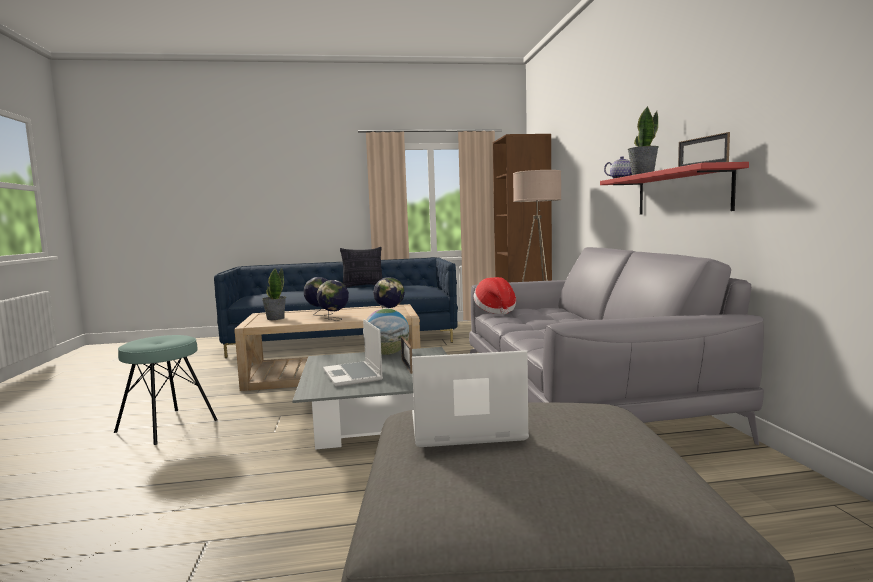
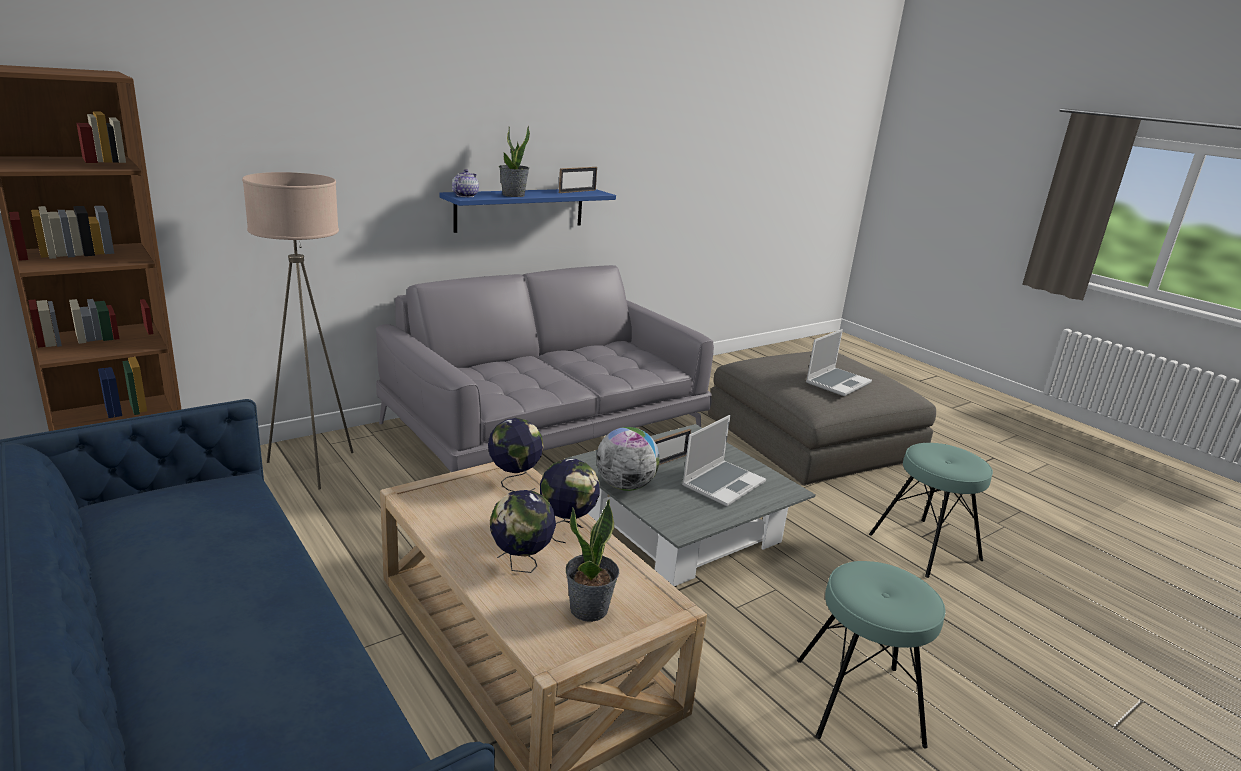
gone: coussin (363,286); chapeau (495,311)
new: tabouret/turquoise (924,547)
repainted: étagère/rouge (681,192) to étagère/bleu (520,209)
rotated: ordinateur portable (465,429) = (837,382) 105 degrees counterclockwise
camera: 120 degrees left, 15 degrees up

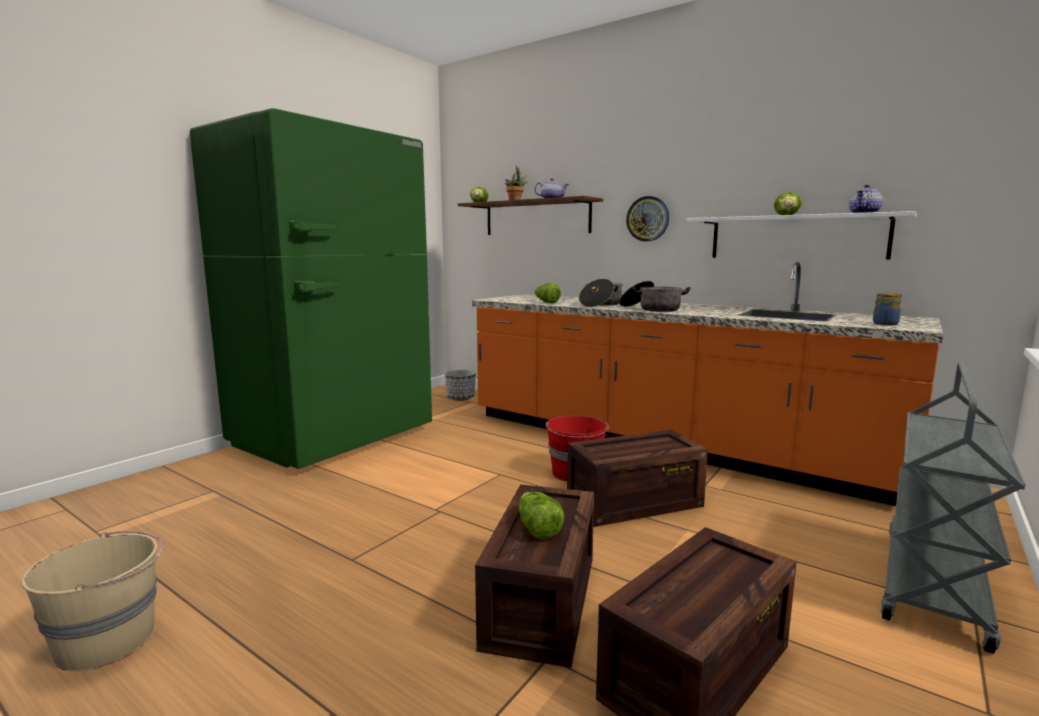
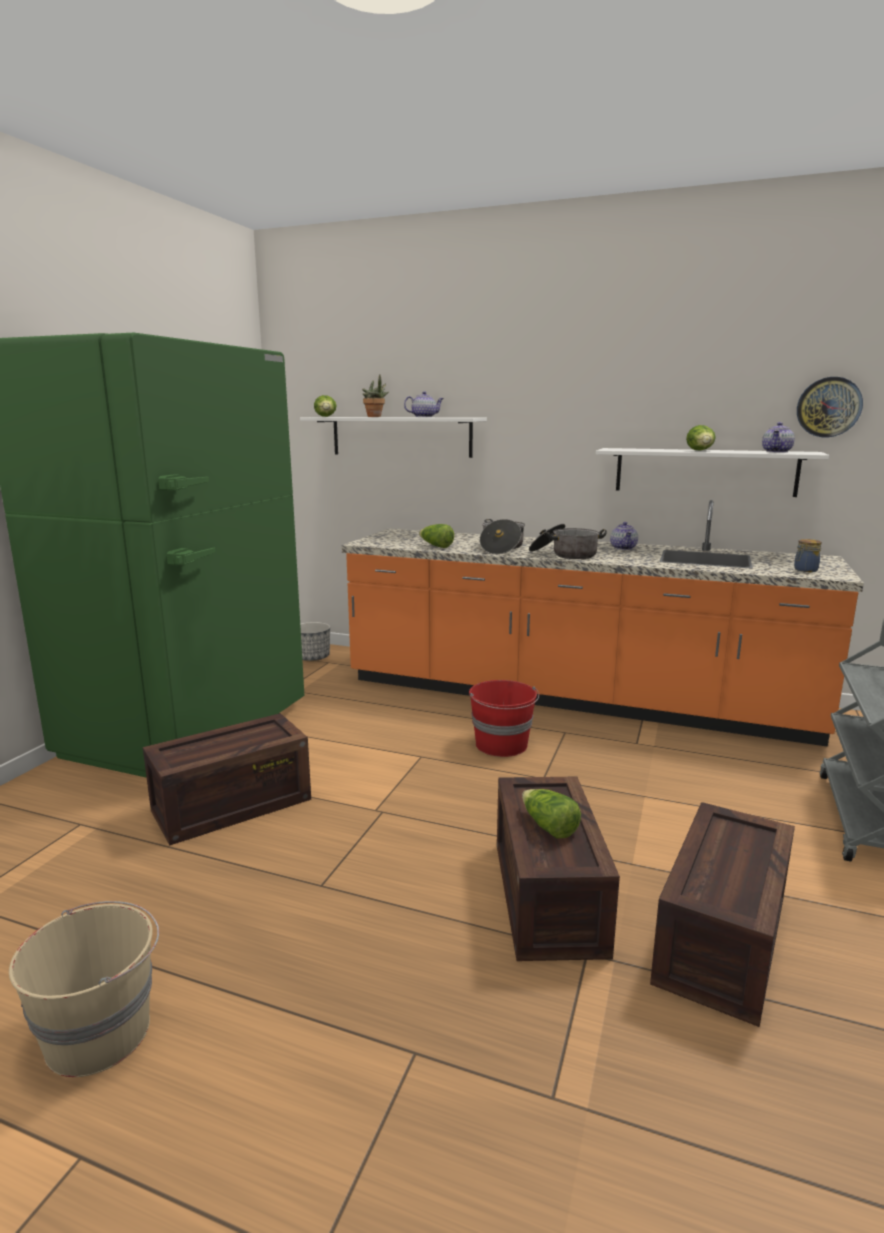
new: théière (623,548)
shifted: caisse (633,504) to (230,807); horloge murale (648,219) to (828,407)
repainted: étagère/marron (536,218) to étagère/blanc (401,436)
camera: 15 degrees left, 5 degrees up

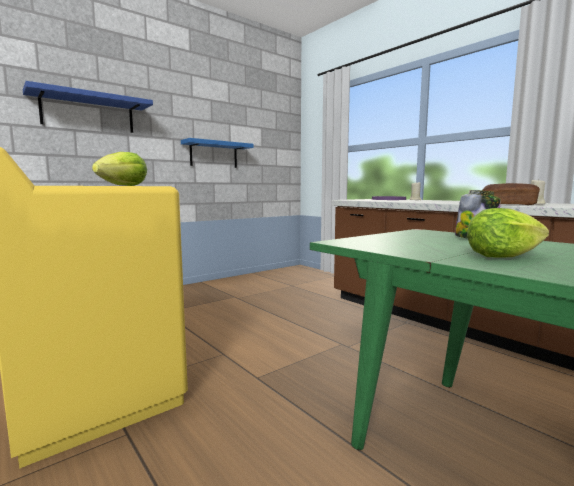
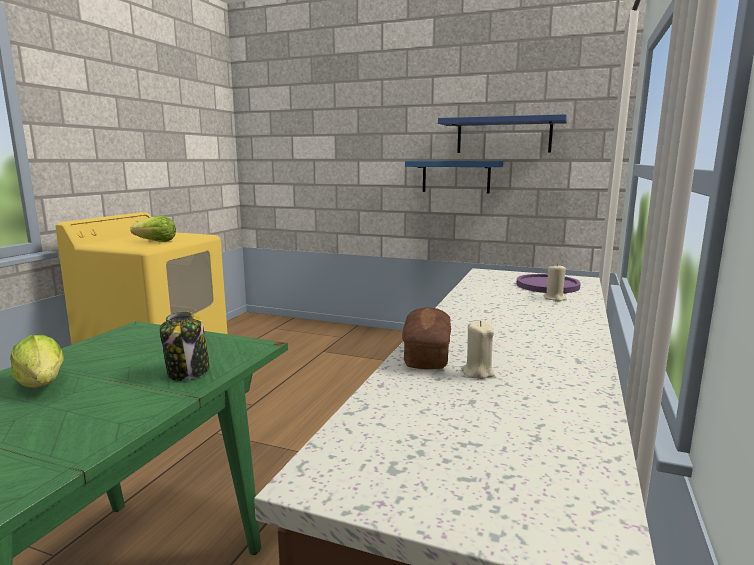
shifted: étagère/bleu (88,113) to (503,136)
camera: 60 degrees right, 5 degrees up

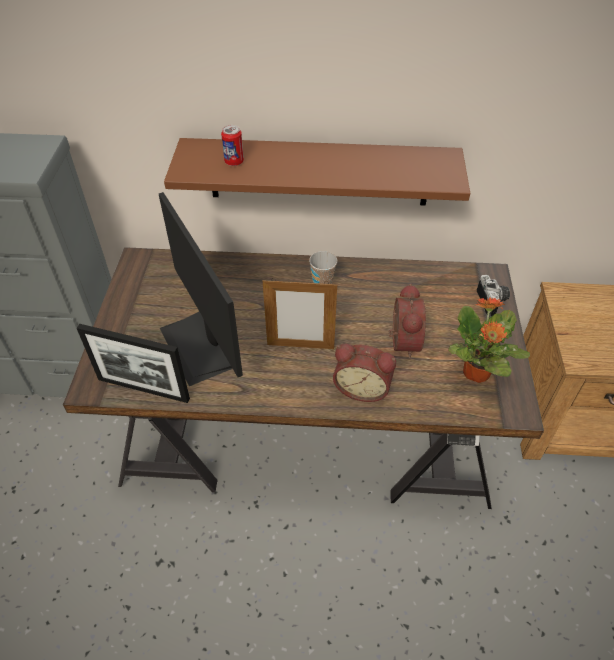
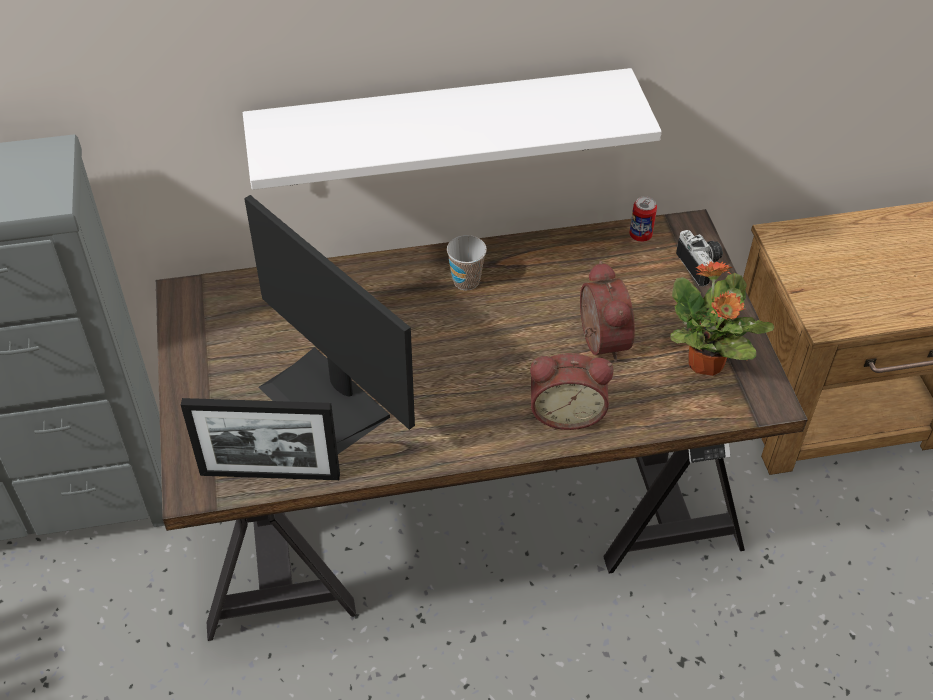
gone: cadre photo (300,346)
shifted: boîte métallique (234,162) to (640,235)
repainted: étagère/marron (319,172) to étagère/blanc (441,128)
camera: 15 degrees left, 0 degrees up

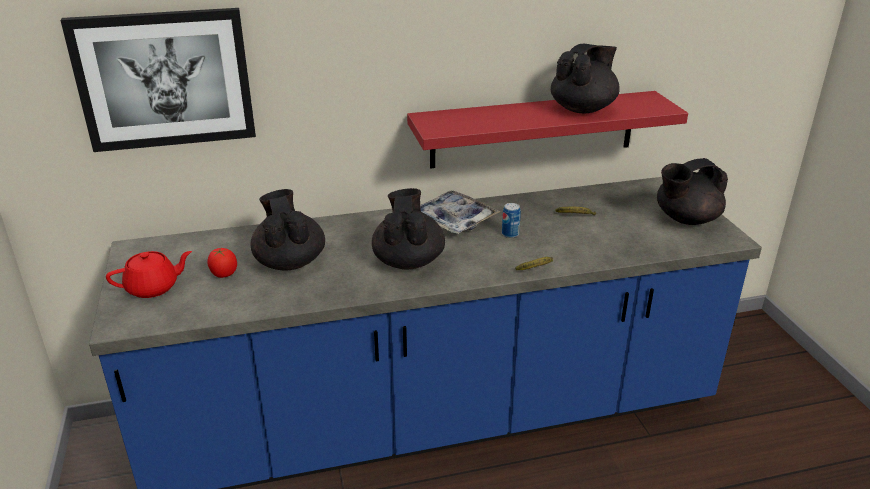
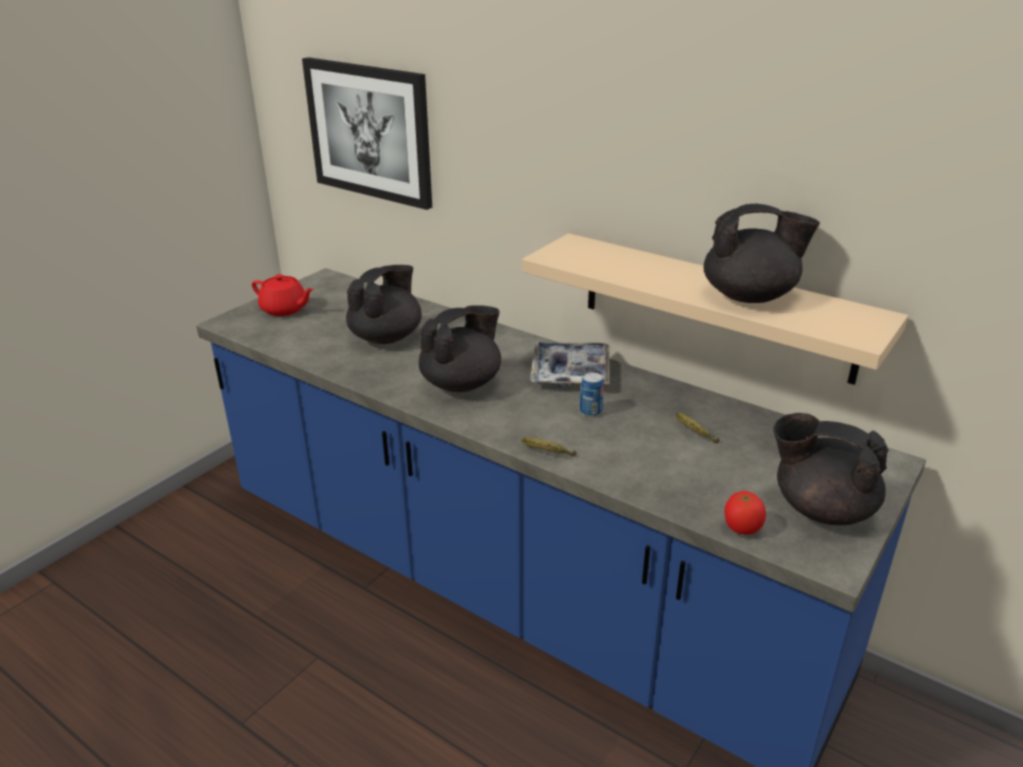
shifted: tomate (223,274) to (741,528)
repainted: étagère/rouge (533,129) to étagère/beige (715,306)
camera: 50 degrees right, 0 degrees up

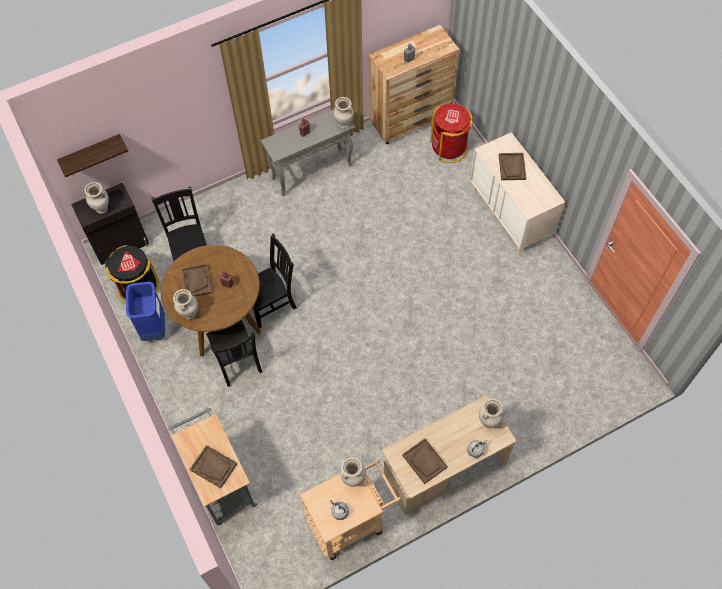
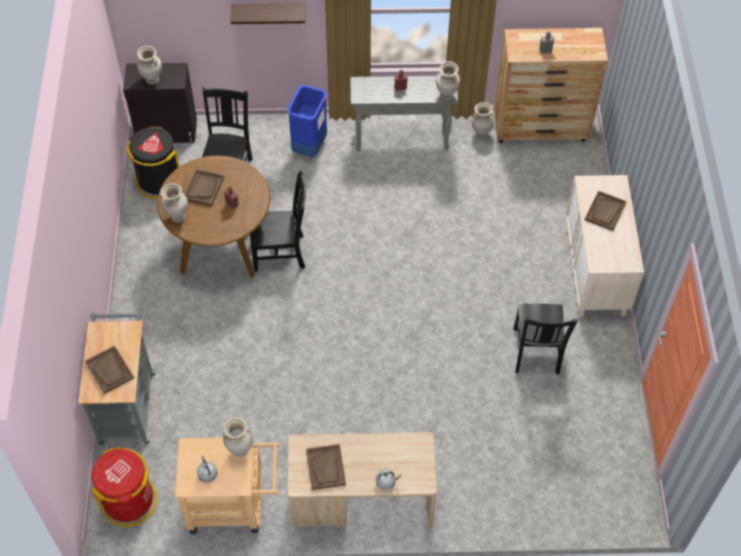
shifted: étagère (91,153) to (269,12); poubelle/bleu (154,328) to (310,147); chaise/noir (237,363) to (536,352); poubelle/rouge (449,147) to (129,501); vase/beige (488,422) to (481,134)
camera: 25 degrees right, 5 degrees down

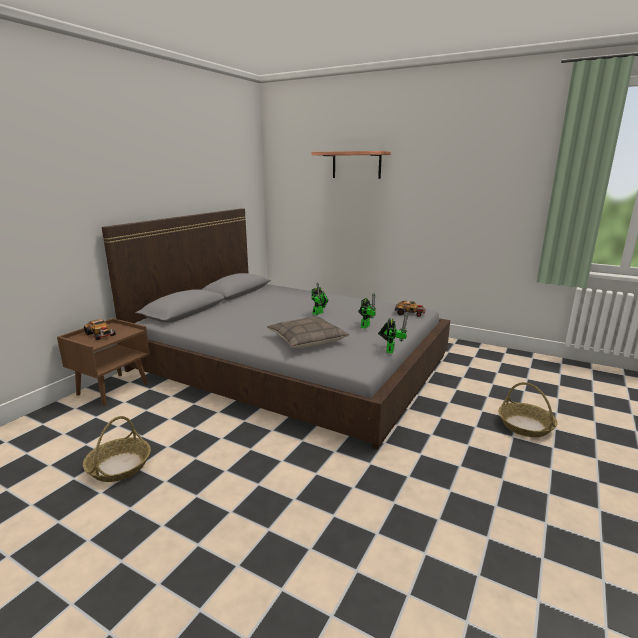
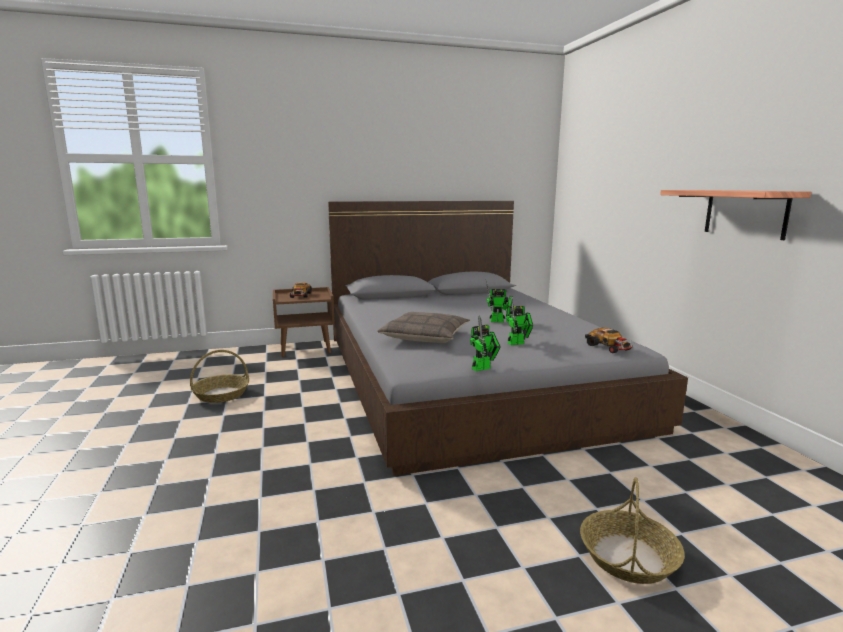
shifted: étagère (356,165) to (745,213)
camera: 45 degrees right, 5 degrees down

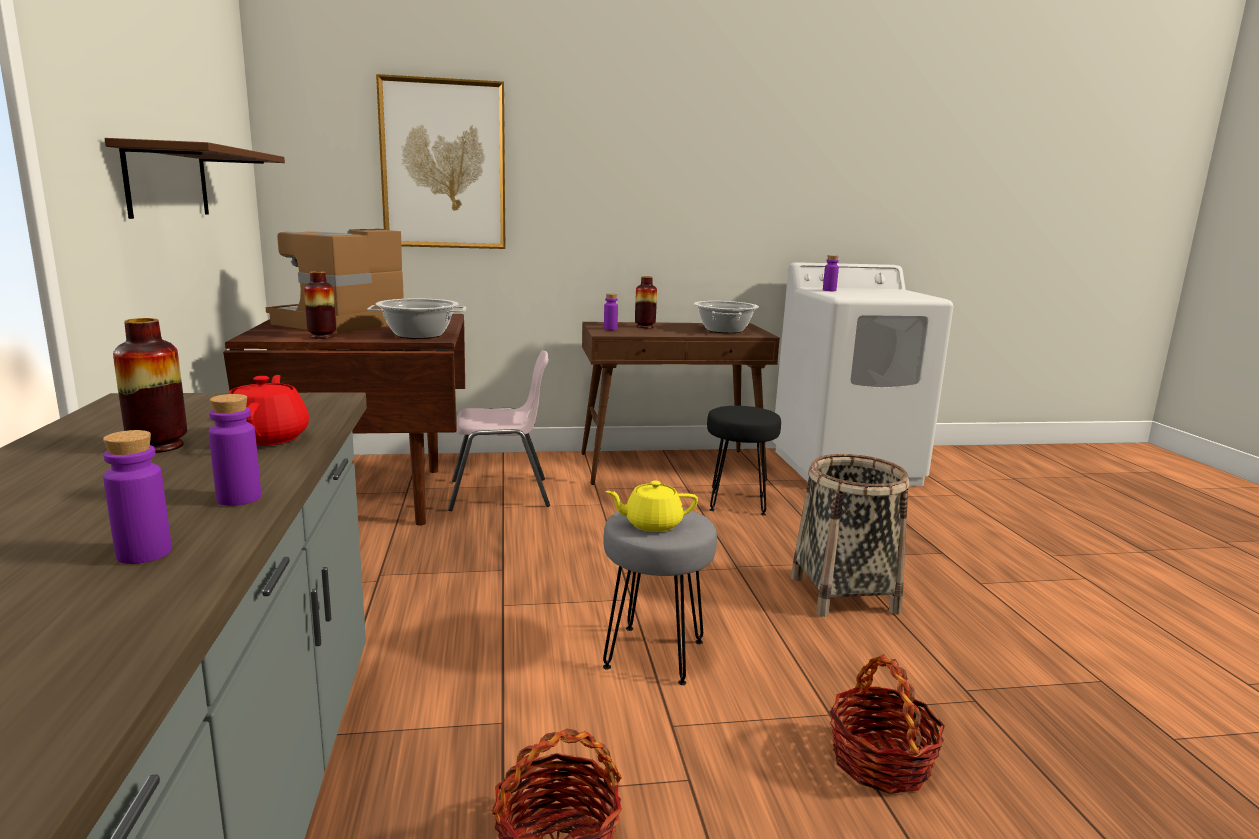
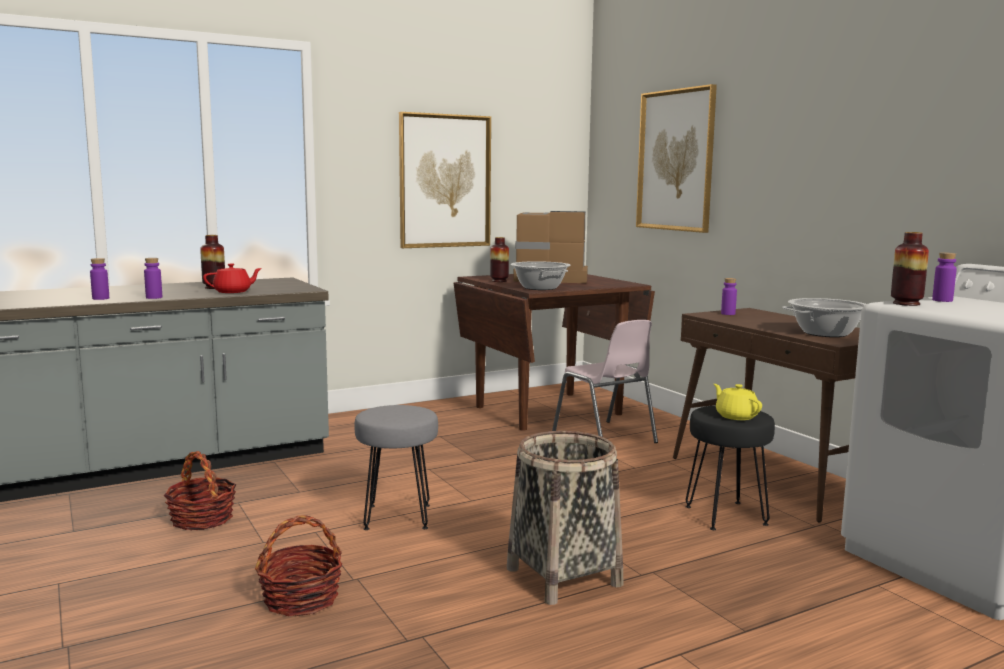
shifted: théière/jaune (652,524) to (736,416); vase (645,327) to (906,303)
swapped: étagère/marron (168,181) to tableau (445,181)
camera: 70 degrees right, 5 degrees down

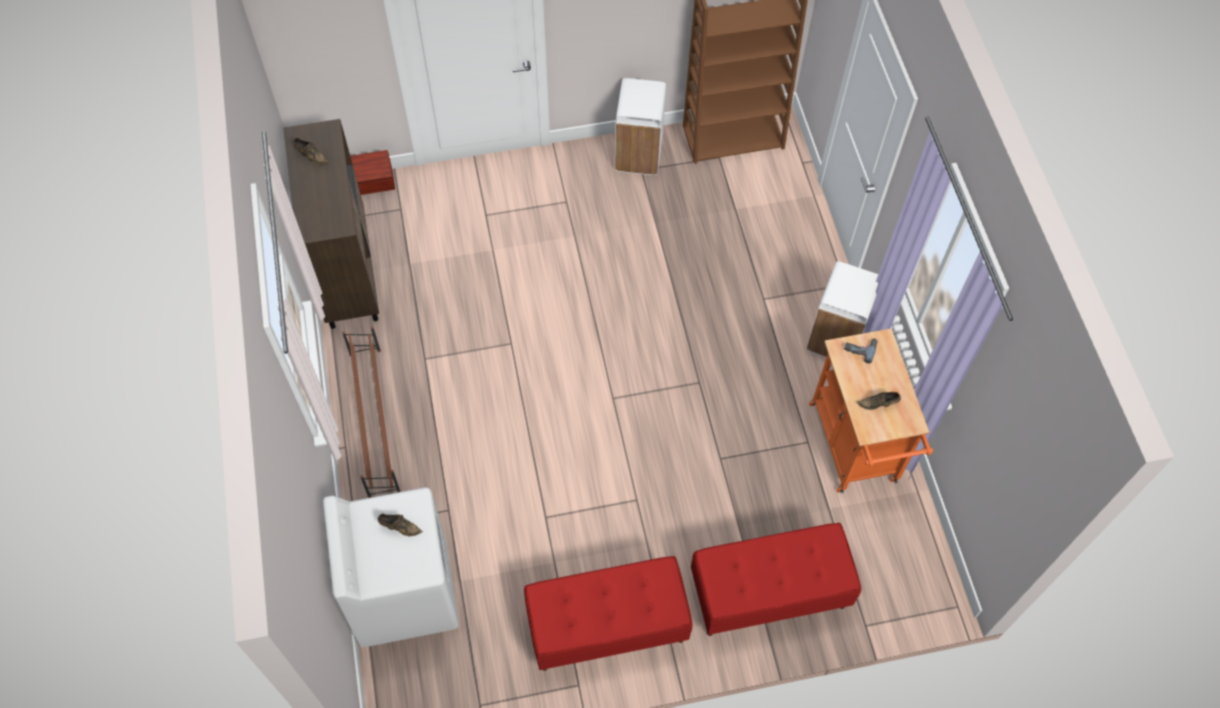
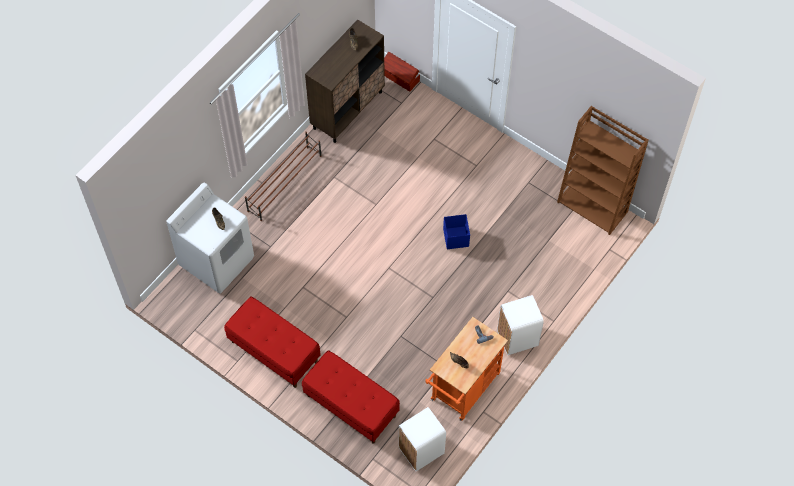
new: boîte de rangement/bleu (455,238)
shifted: poubelle/blanc (639,154) to (422,451)
camera: 50 degrees right, 0 degrees up

